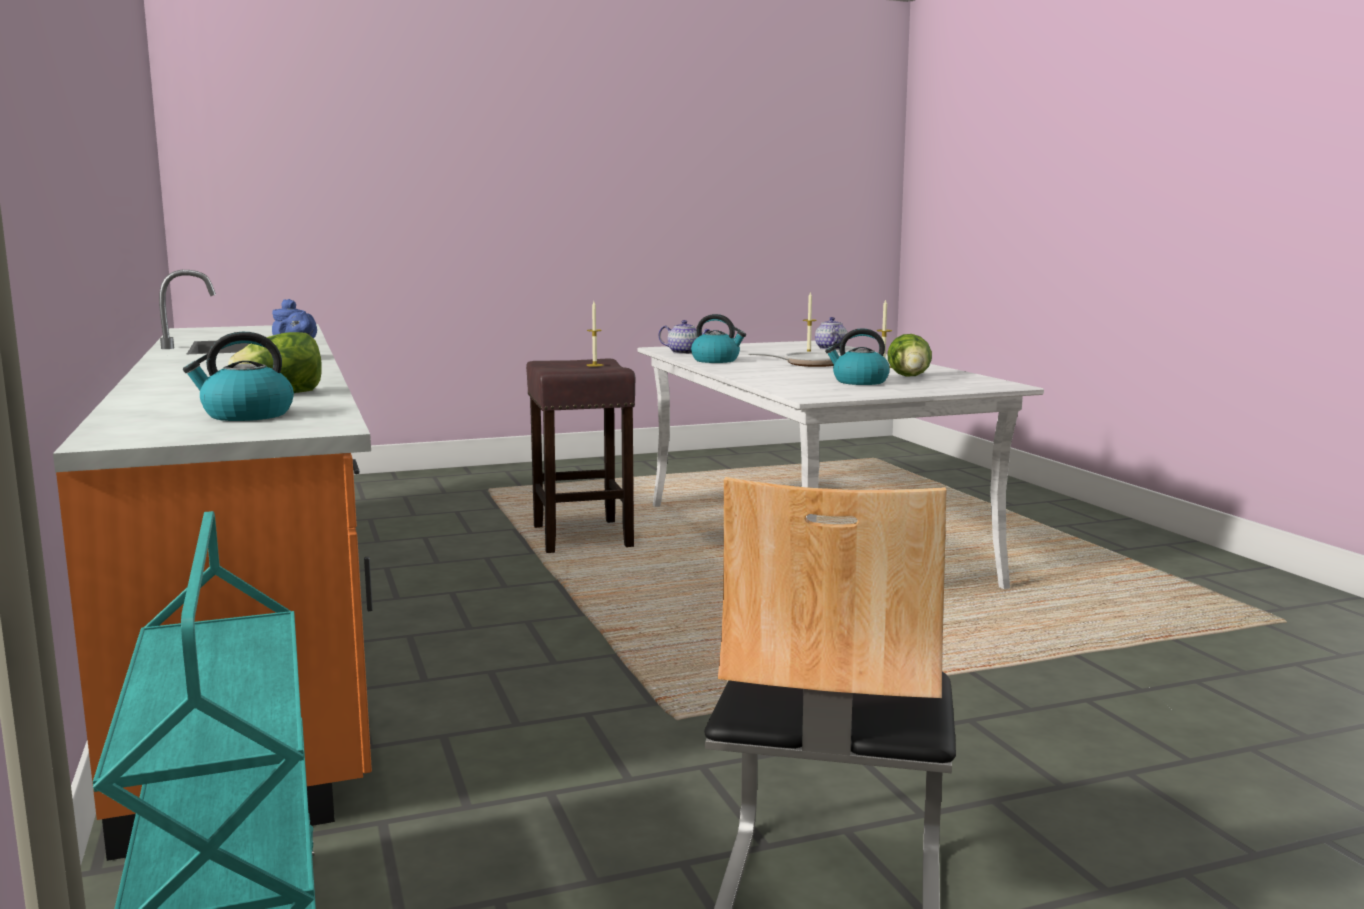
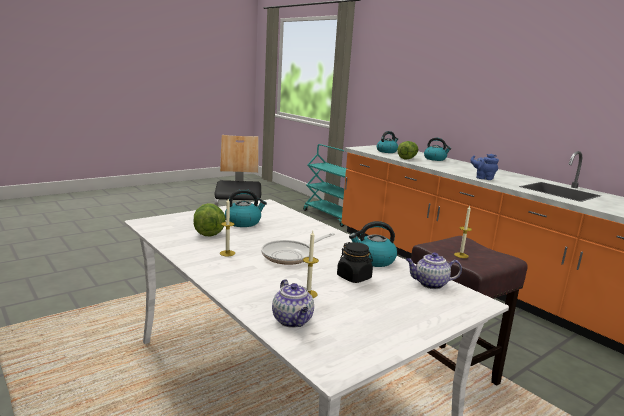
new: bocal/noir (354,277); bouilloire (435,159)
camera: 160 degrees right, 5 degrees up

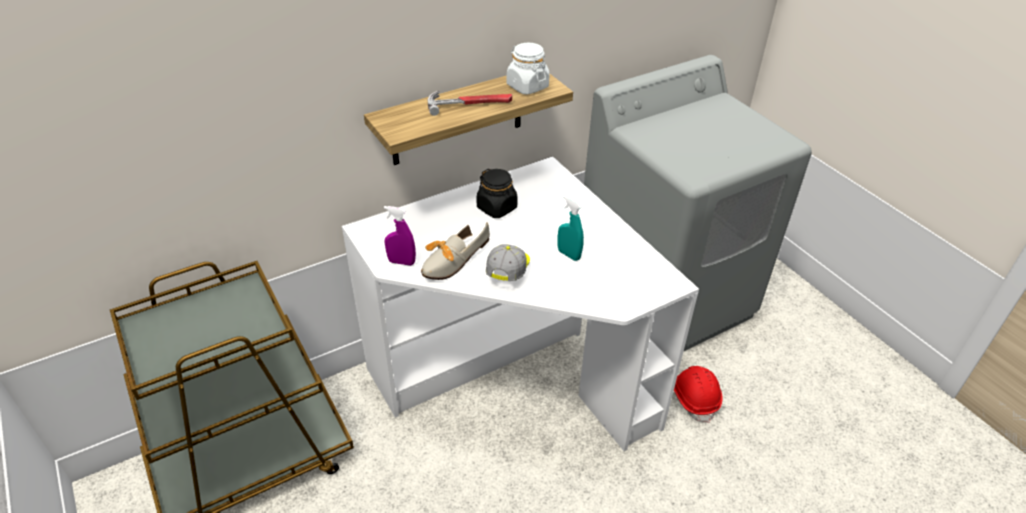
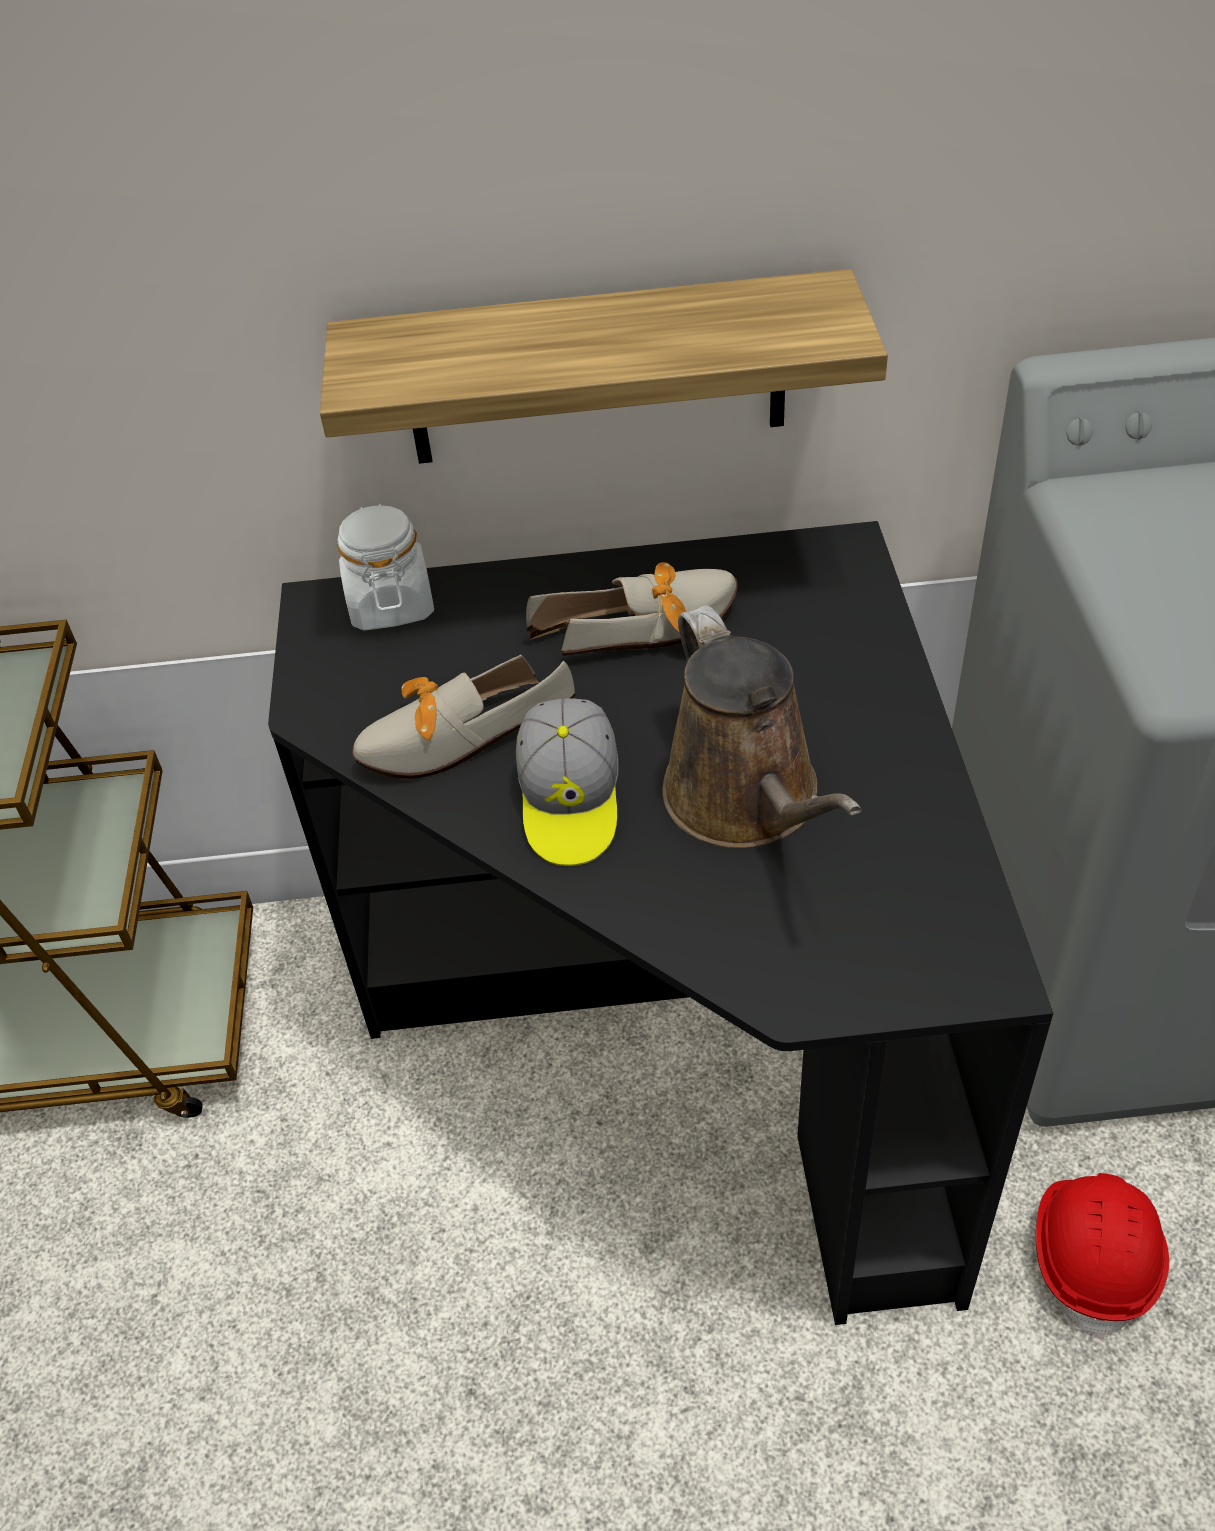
gone: vaporisateur/violet (401,262); marteau (470,104)
shifted: bocal/blanc (527,86) to (390,604)
swapped: bocal/noir (497,208) to chaussure (650,626); vaporisateur/turquoise (569,254) to arrosoir/marron (748,802)
repainted: bureau/blanc (514,379) to bureau/noir (668,1041)
rotated: casquette (508,271) = (570,802) 135 degrees clockwise
camera: 30 degrees right, 5 degrees up

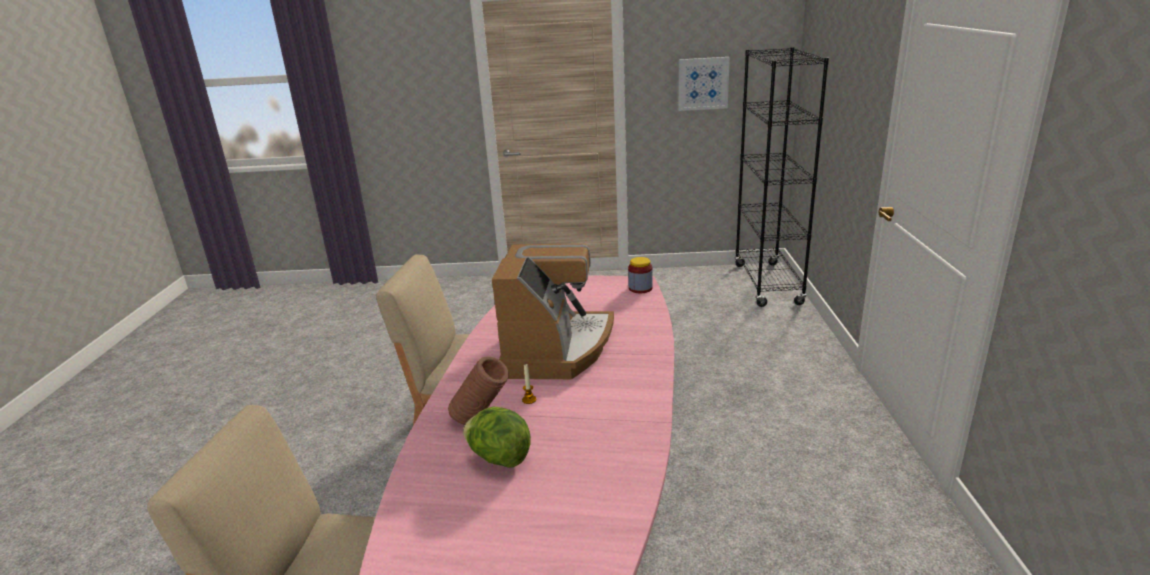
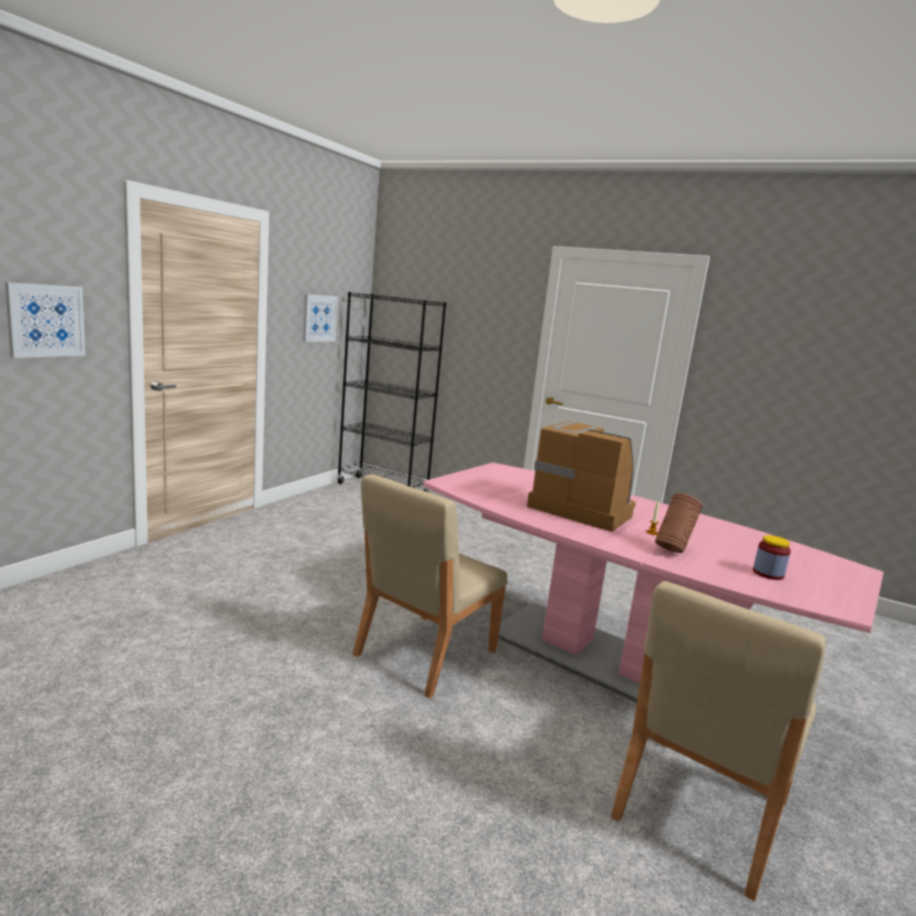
gone: laitue (499,458)
new: tableau (46,320)
shifted: bocal (640,288) to (768,573)
camera: 65 degrees left, 10 degrees down

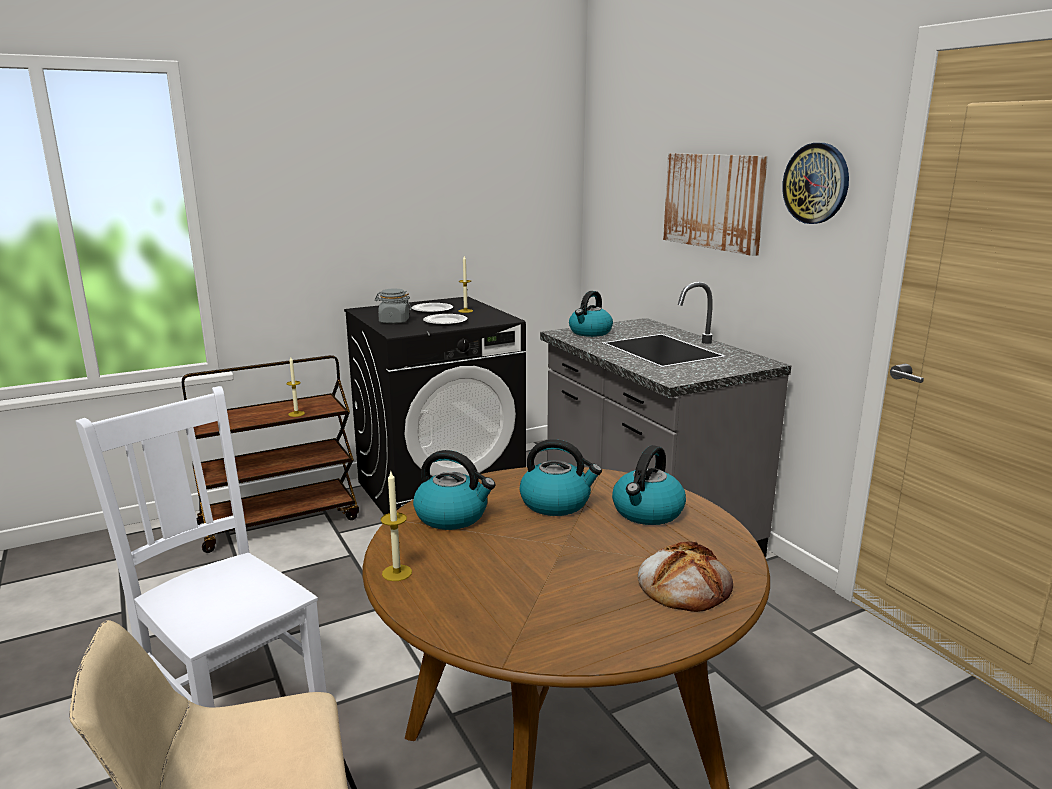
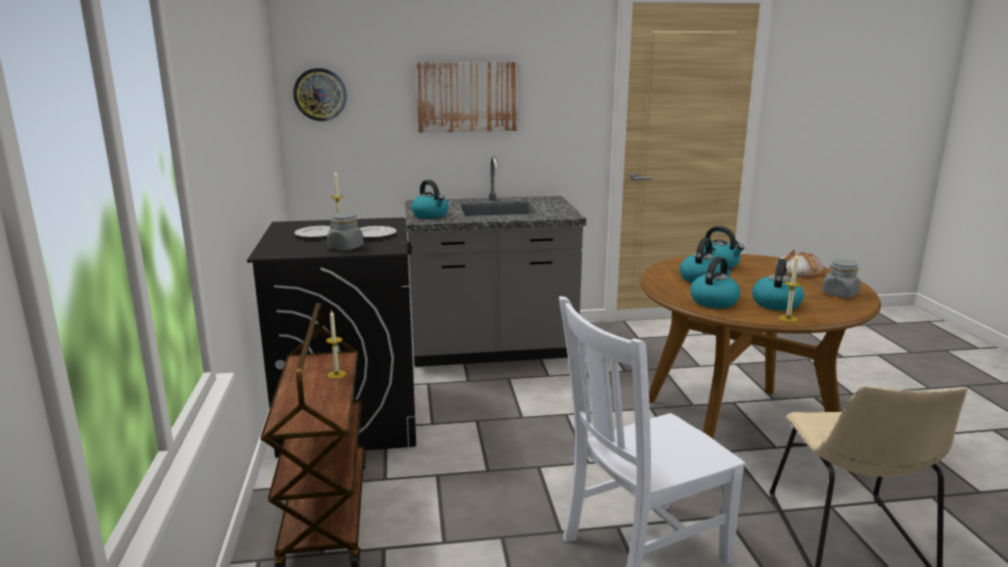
new: bouilloire (776,303); bocal/gris (840,294)
shifted: horloge murale (816,183) to (320,94)
camera: 70 degrees left, 0 degrees up

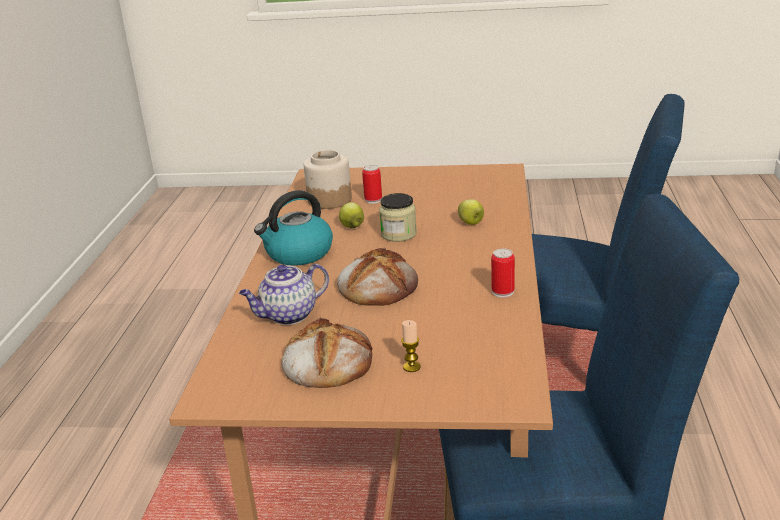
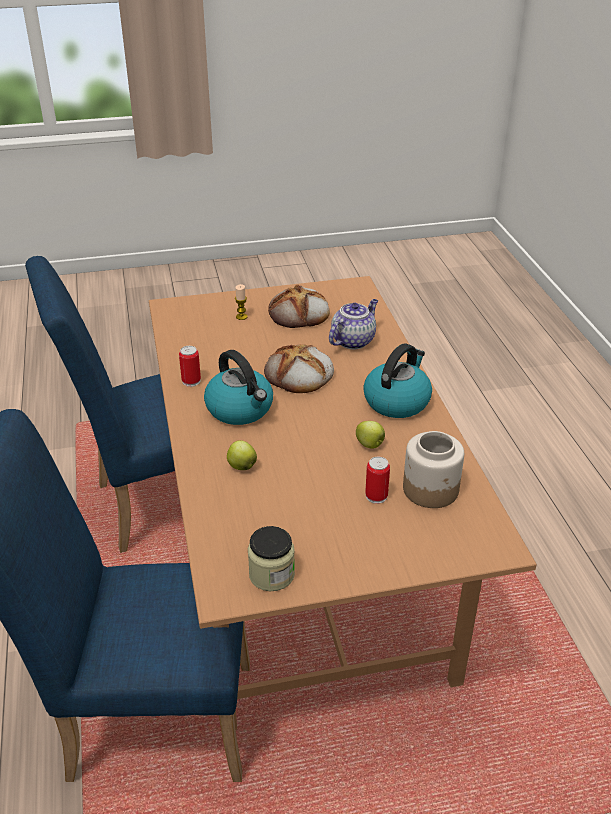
new: bouilloire (240,409)
shifted: bocal (398,234) to (271,574)
camera: 160 degrees right, 10 degrees up

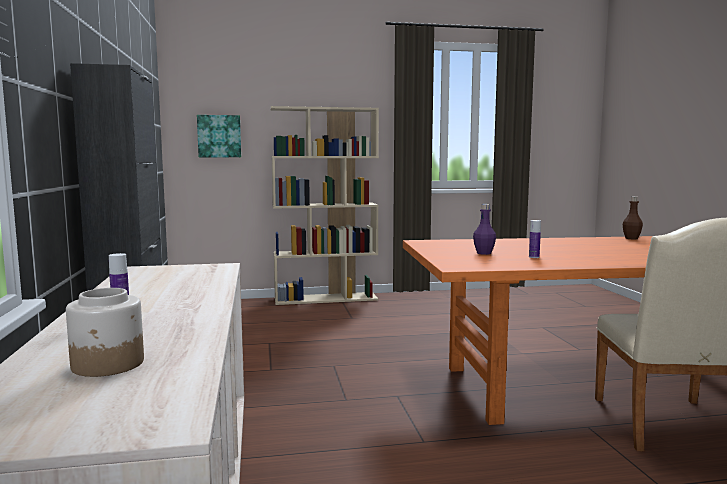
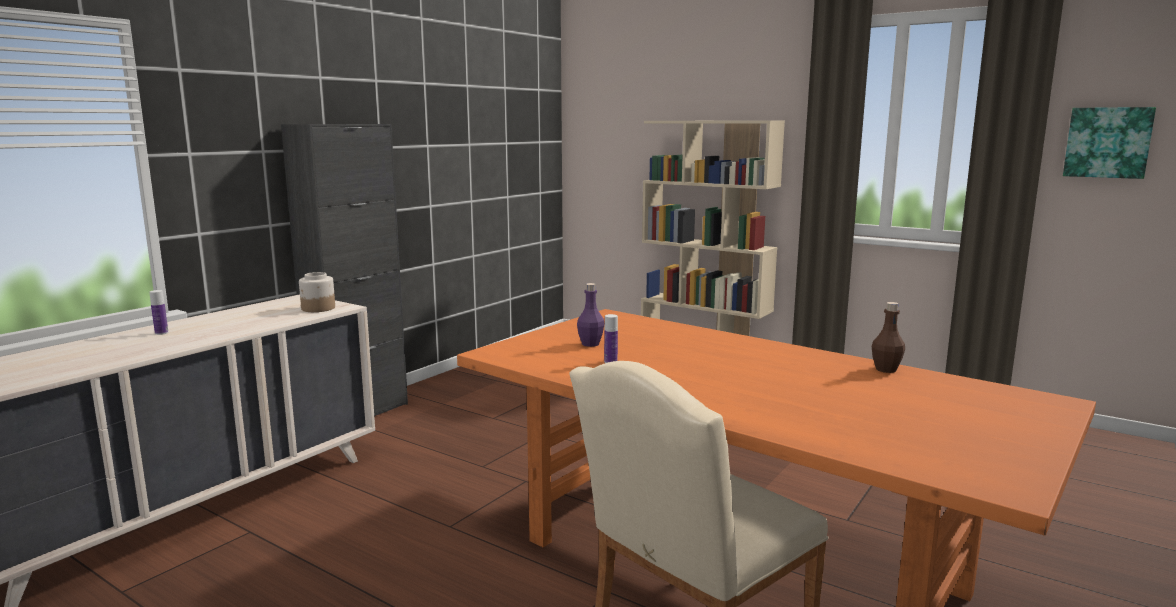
shifted: bocal (108,364) to (318,308); tableau (219,136) to (1107,142)
camera: 45 degrees right, 5 degrees up

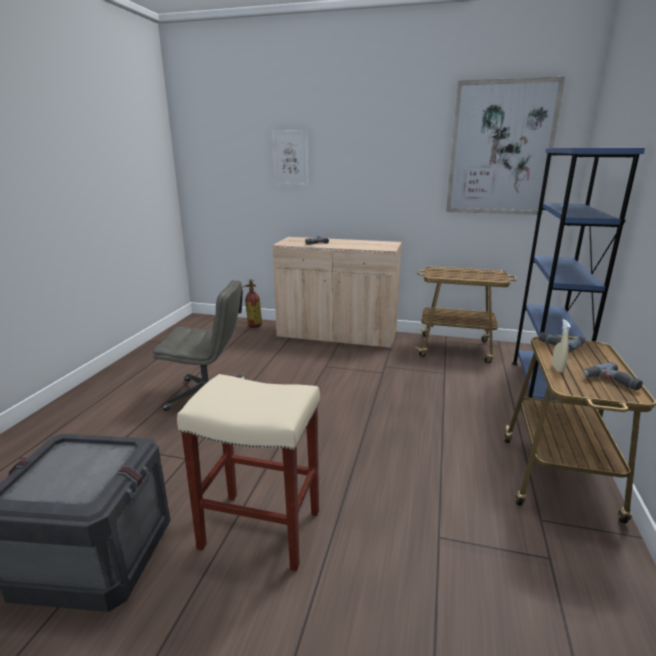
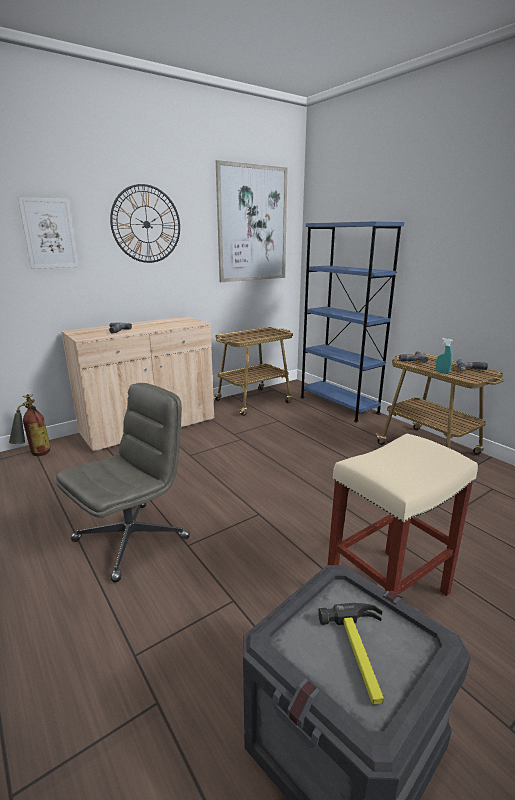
new: horloge murale (146,224); marteau (362,654)
repainted: vaporisateur/beige (557,369) to vaporisateur/turquoise (442,372)
camera: 50 degrees left, 0 degrees up

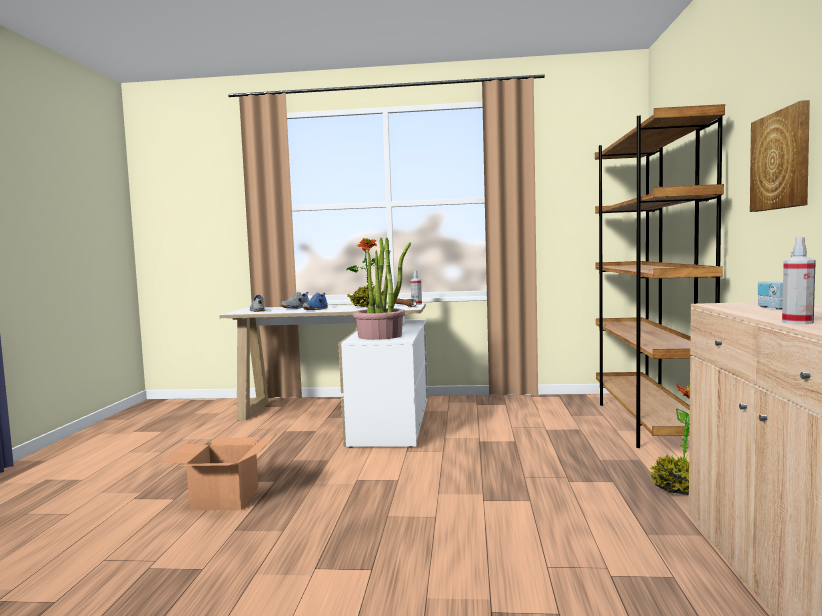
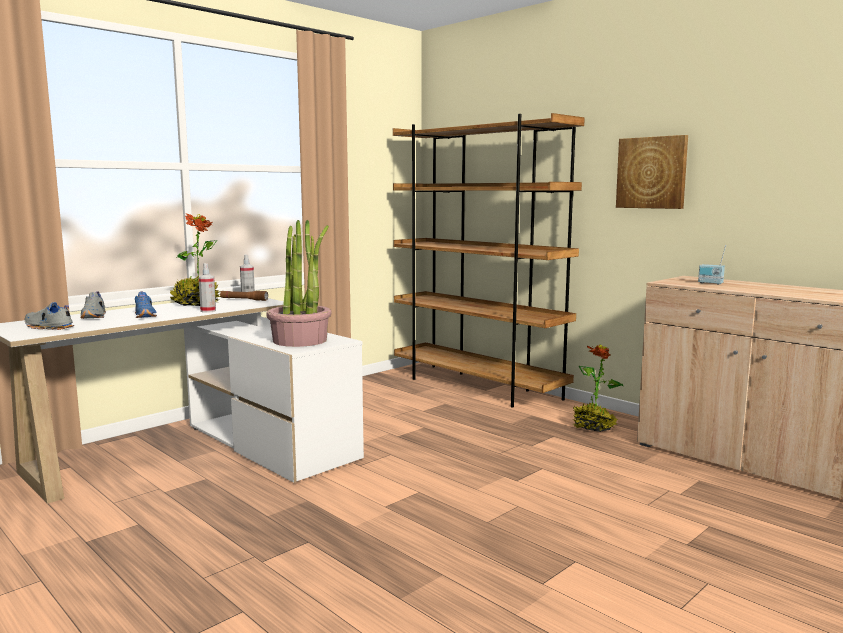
gone: carton (225,499)
shifted: vaporisateur (797,322) to (208,311)
camera: 50 degrees left, 5 degrees up

